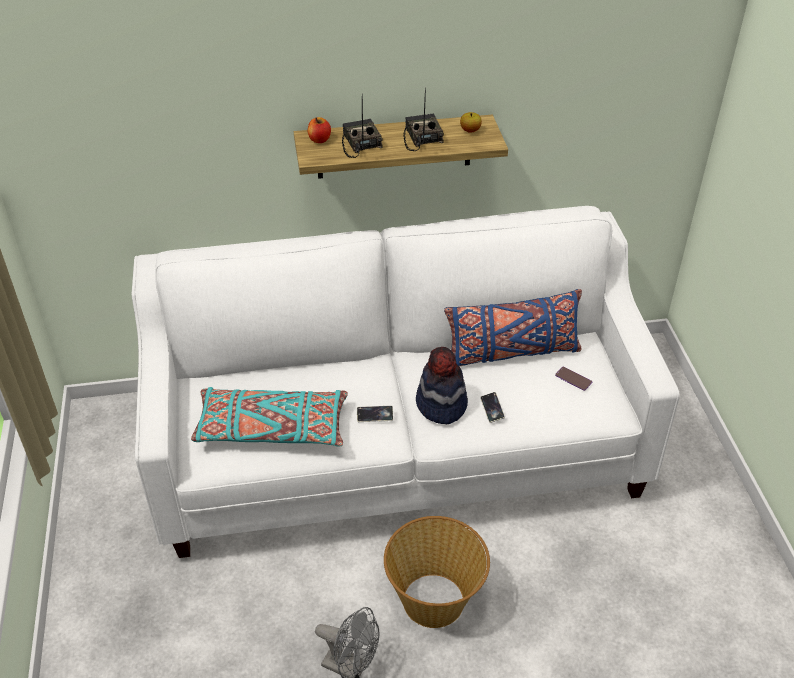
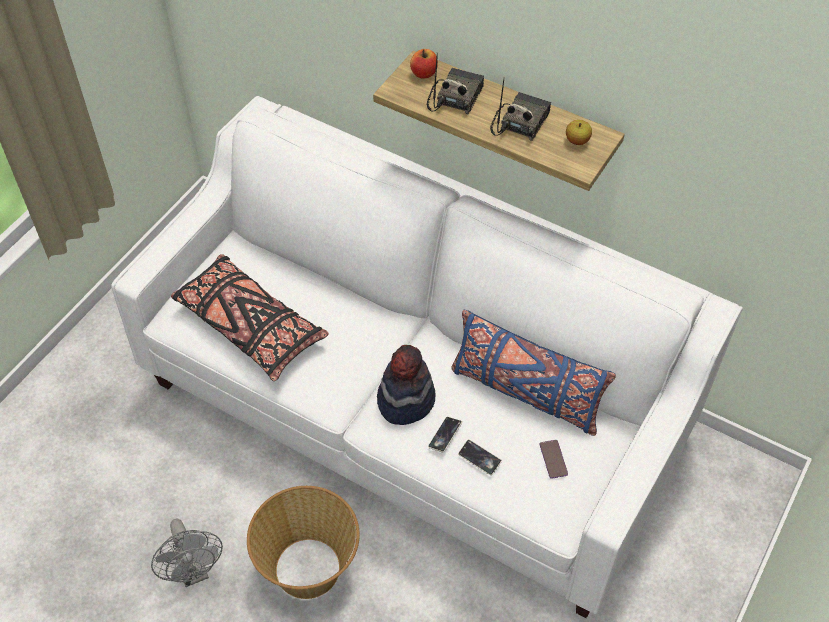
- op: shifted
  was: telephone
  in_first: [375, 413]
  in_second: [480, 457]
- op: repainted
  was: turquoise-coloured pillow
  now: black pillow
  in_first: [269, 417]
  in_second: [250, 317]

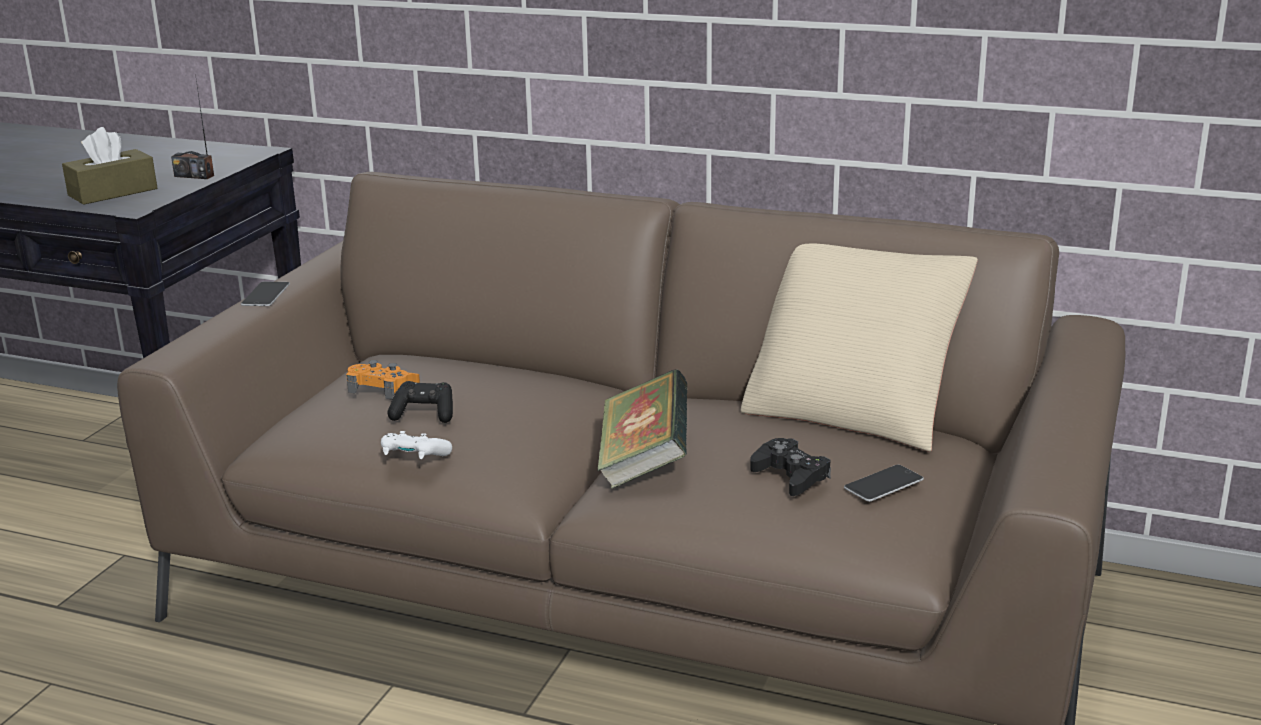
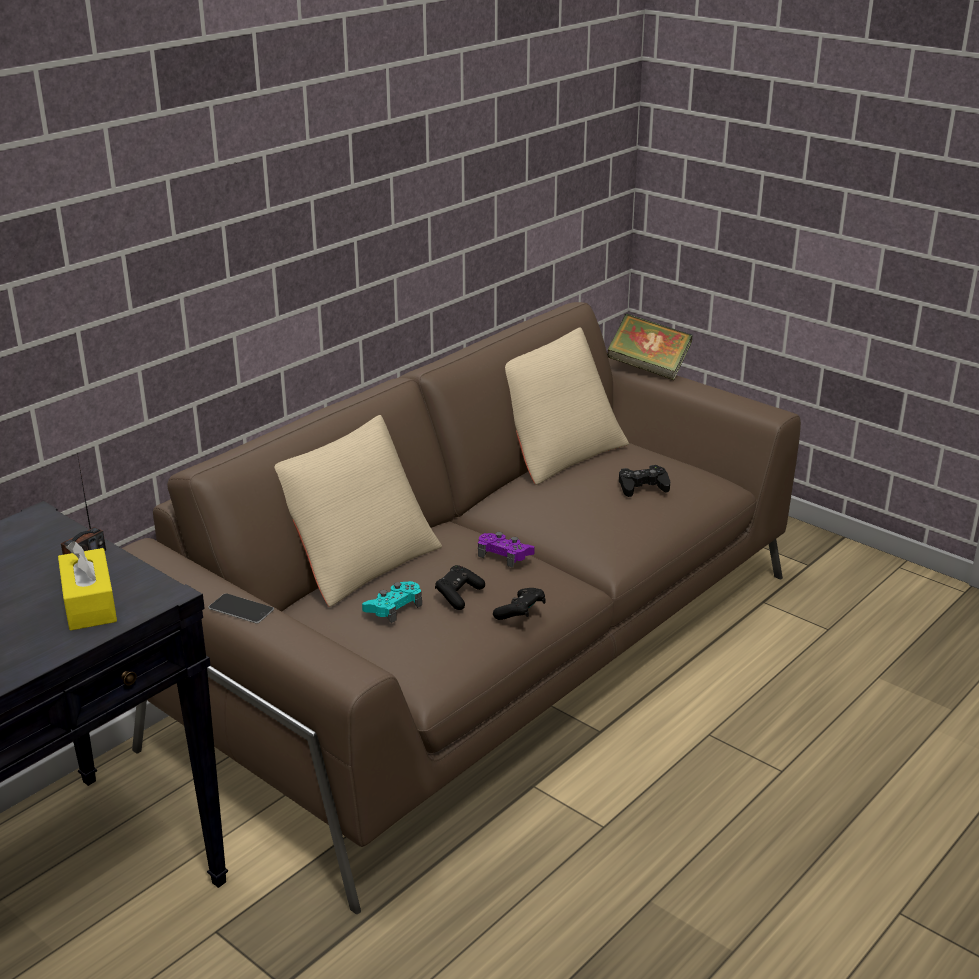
- op: gone
  was: telephone
  in_first: [884, 483]
- op: new
  now: beige pillow
  in_second: [358, 511]
- op: new
  now: purple gamepad
  in_second: [506, 550]
- op: shifted
  was: volume
  in_first: [642, 429]
  in_second: [649, 347]
- op: repainted
  was: brownish box of tissues
  now: yellow box of tissues
  in_first: [109, 166]
  in_second: [87, 586]
- op: repainted
  was: orange gamepad
  now: turquoise-coloured gamepad
  in_first: [383, 380]
  in_second: [392, 602]
- op: repainted
  was: whitish gamepad
  now: black gamepad
  in_first: [416, 445]
  in_second: [519, 604]

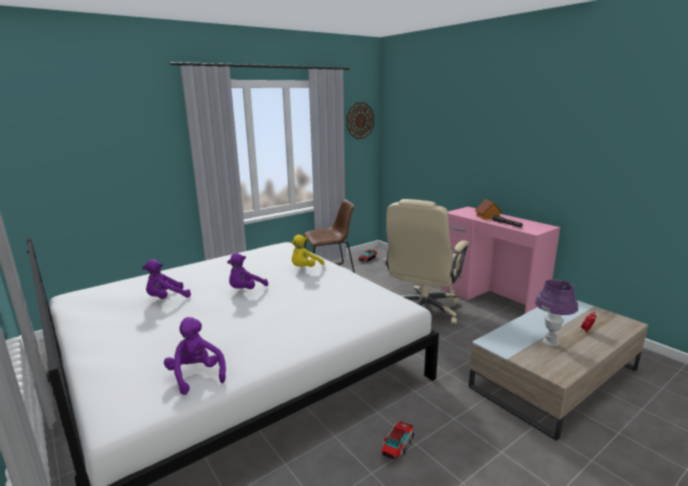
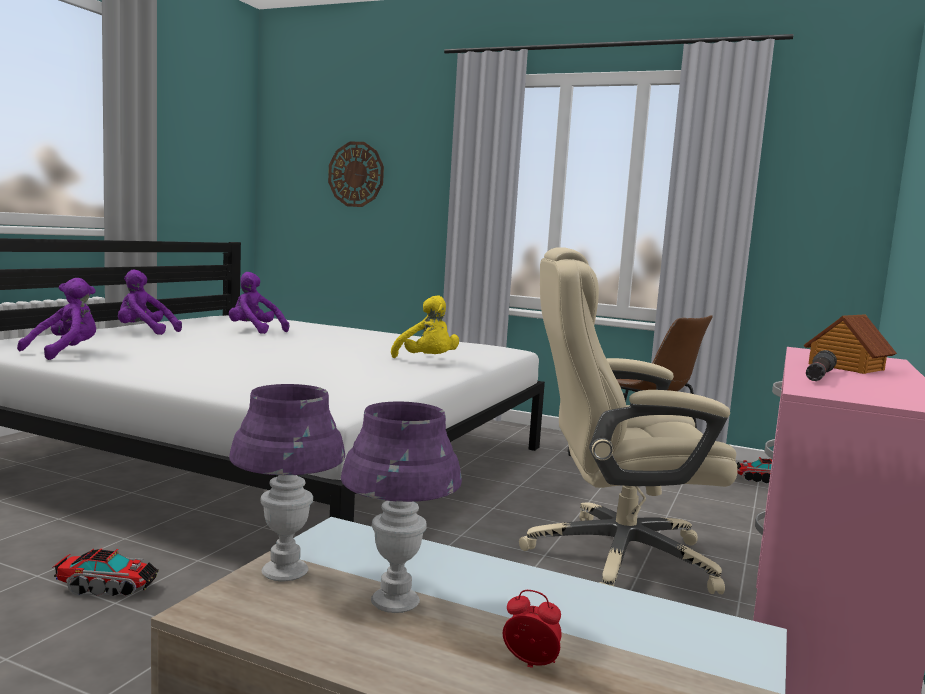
- op: new
  now: purple table lamp
  in_second: [287, 483]
- op: shifted
  was: purple soft toy
  in_first: [247, 271]
  in_second: [150, 302]
- op: shifted
  was: wall clock
  in_first: [360, 120]
  in_second: [356, 174]
- op: rotated
  was: yellow soft toy
  in_first: [308, 251]
  in_second: [425, 326]
  clockwise: -135

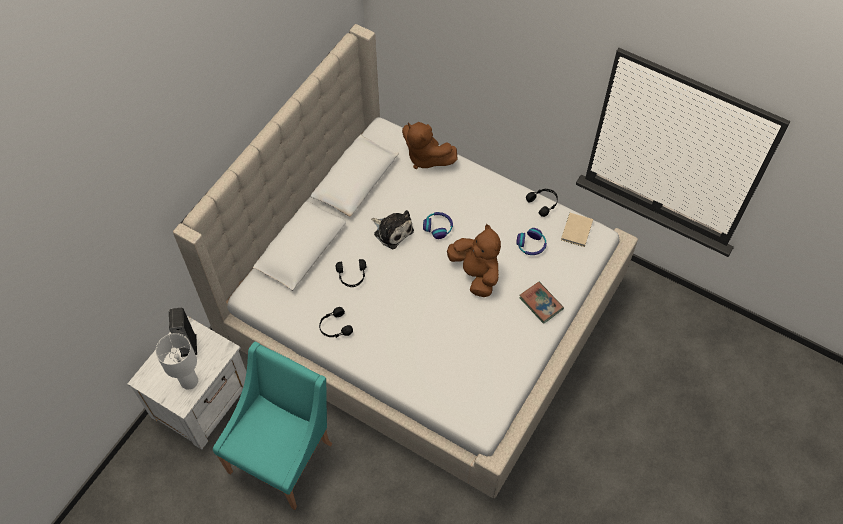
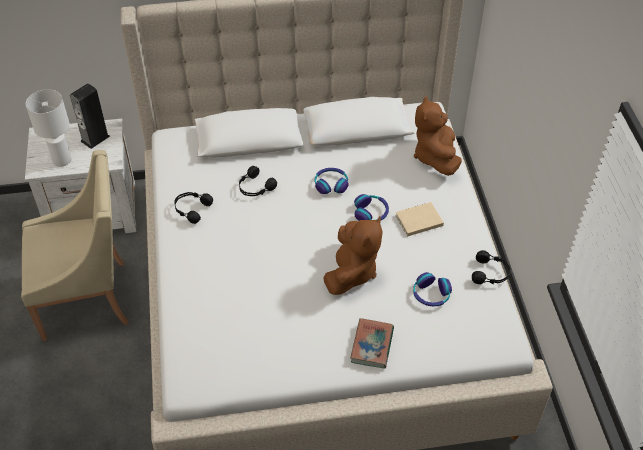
- op: shifted
  was: beige volume
  in_first: [577, 230]
  in_second: [419, 219]
- op: swapped
  was: soft toy
  now: headset
  in_first: [392, 229]
  in_second: [332, 181]
- op: repainted
  was: turquoise-coloured armchair
  now: beige armchair
  in_first: [273, 426]
  in_second: [75, 245]

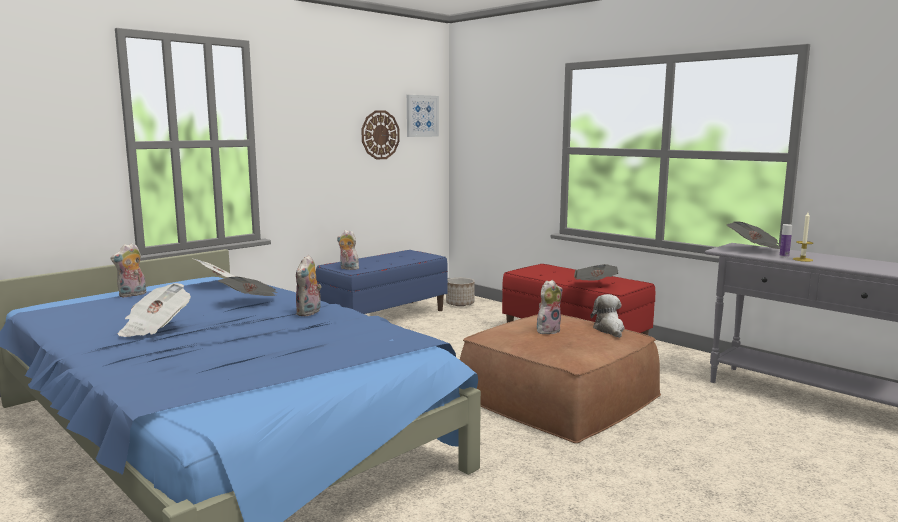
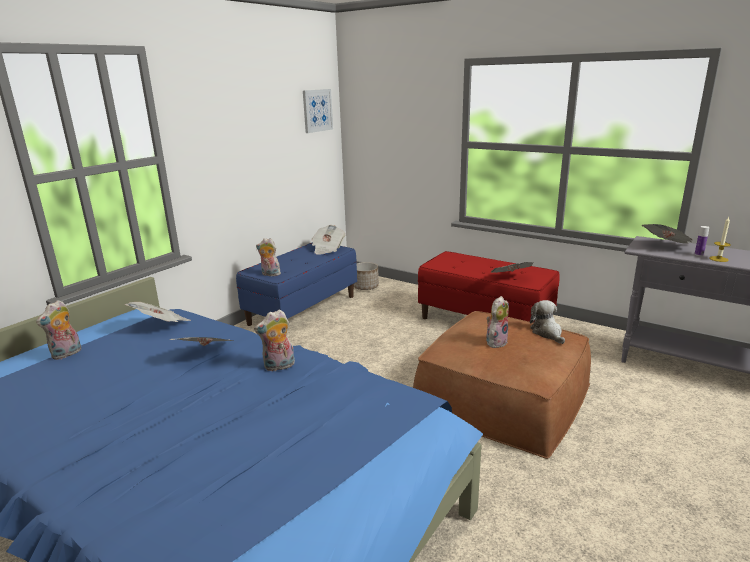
- op: gone
  was: wall clock
  in_first: [380, 135]
- op: shifted
  was: printed paper
  in_first: [154, 310]
  in_second: [328, 240]
- op: rotated
  was: soft toy
  in_first: [309, 285]
  in_second: [274, 340]
  clockwise: 60

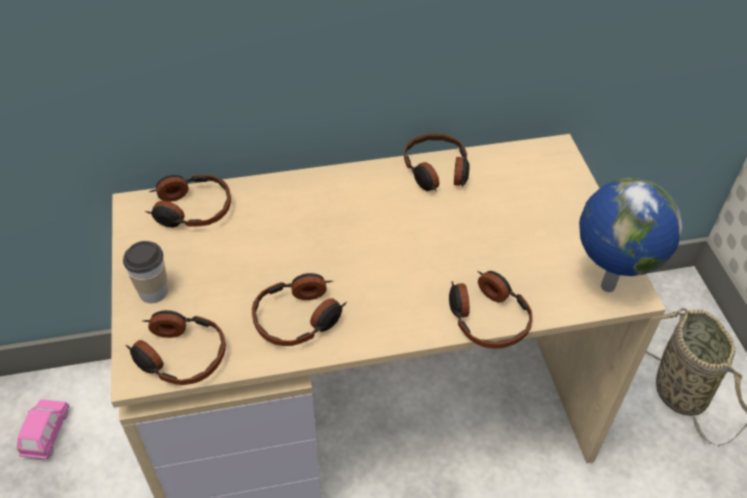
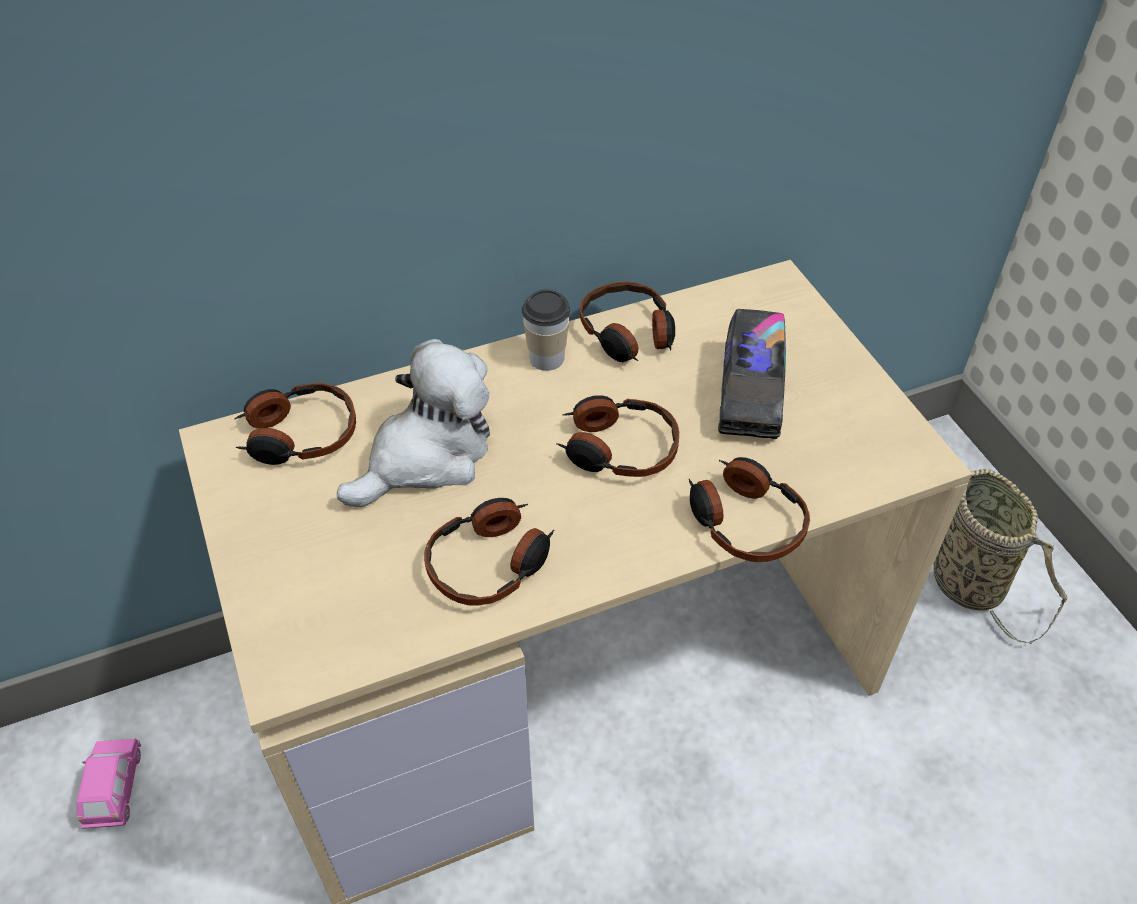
- op: gone
  was: world globe
  in_first: [630, 235]
- op: new
  now: soft toy
  in_second: [413, 423]
- op: new
  now: toy lorry
  in_second: [752, 374]
- op: shifted
  was: drinking cup
  in_first: [145, 272]
  in_second: [546, 330]
- op: shifted
  was: headset
  in_first: [176, 347]
  in_second: [617, 436]

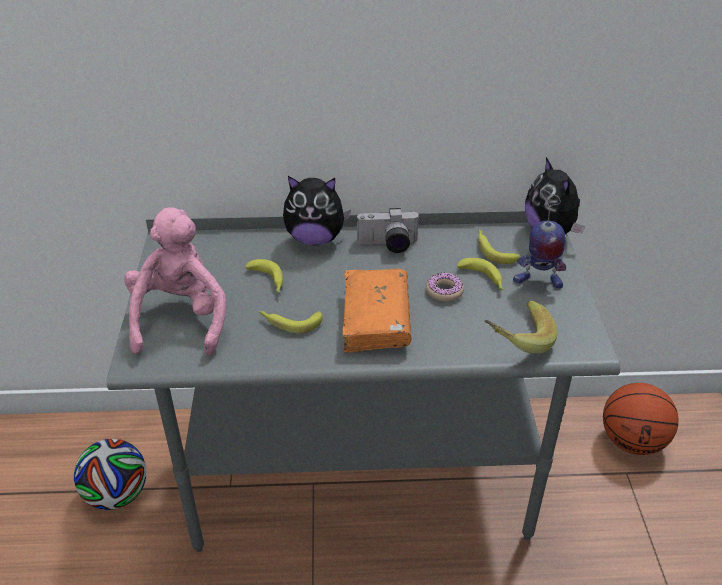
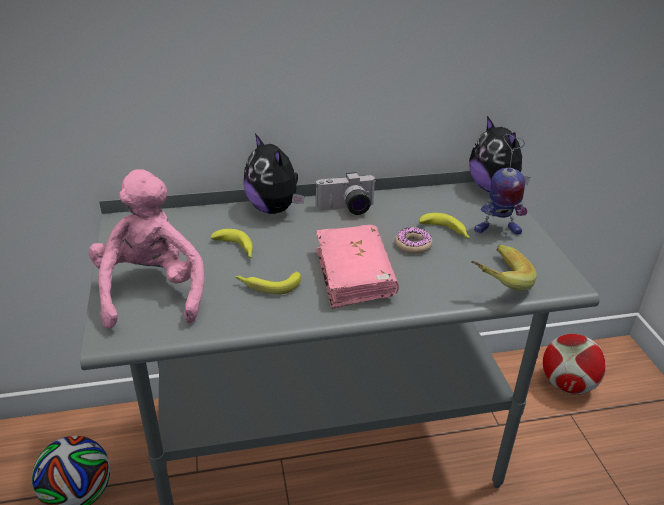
- op: gone
  was: whole banana
  in_first: [499, 246]
- op: swapped
  was: ball for basketball
  now: football ball
  in_first: [640, 419]
  in_second: [574, 364]
- op: repainted
  was: orange volume
  now: pinkish volume
  in_first: [376, 311]
  in_second: [357, 267]
- op: rotated
  was: soft toy
  in_first: [317, 210]
  in_second: [274, 173]
  clockwise: 60

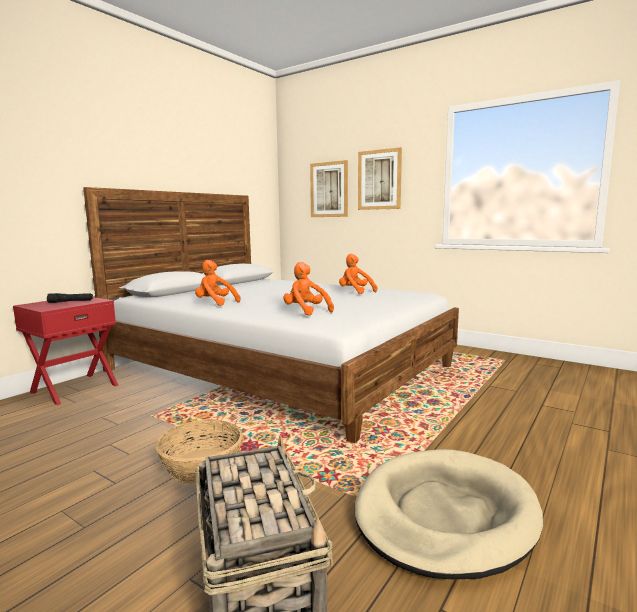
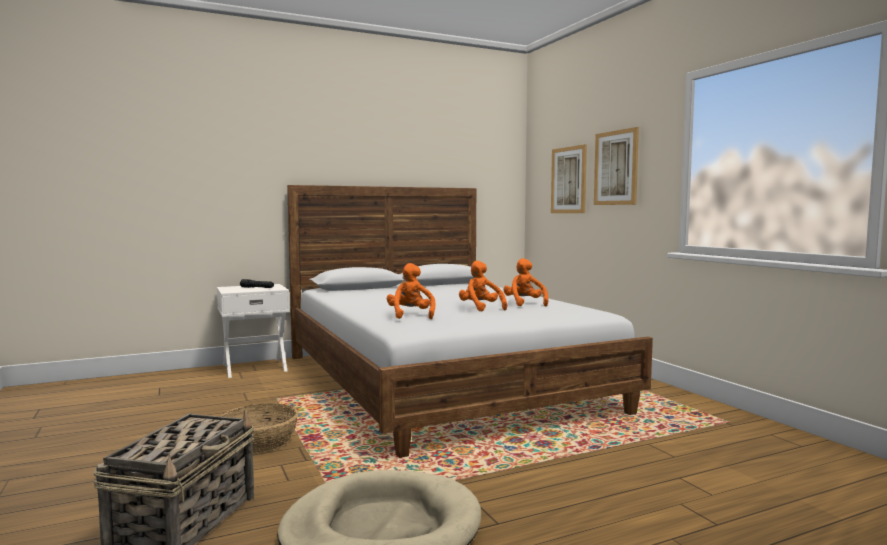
- op: shifted
  was: orange soft toy
  in_first: [217, 283]
  in_second: [483, 286]
- op: repainted
  was: reddish nightstand
  now: whitish nightstand
  in_first: [65, 351]
  in_second: [253, 331]

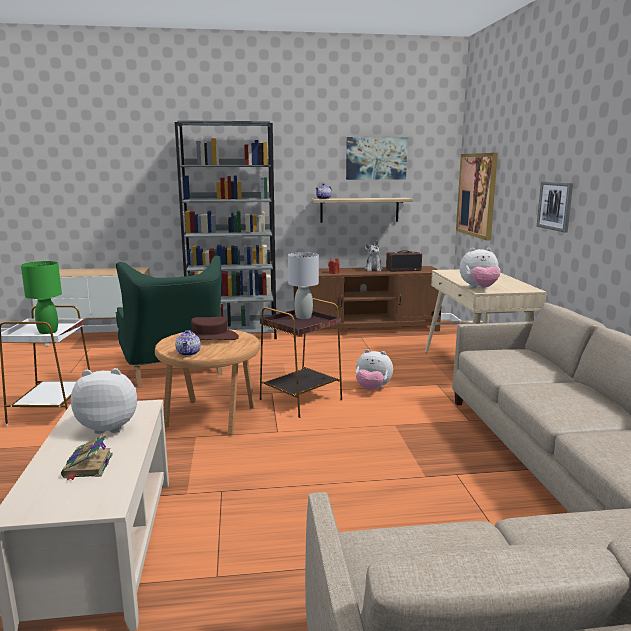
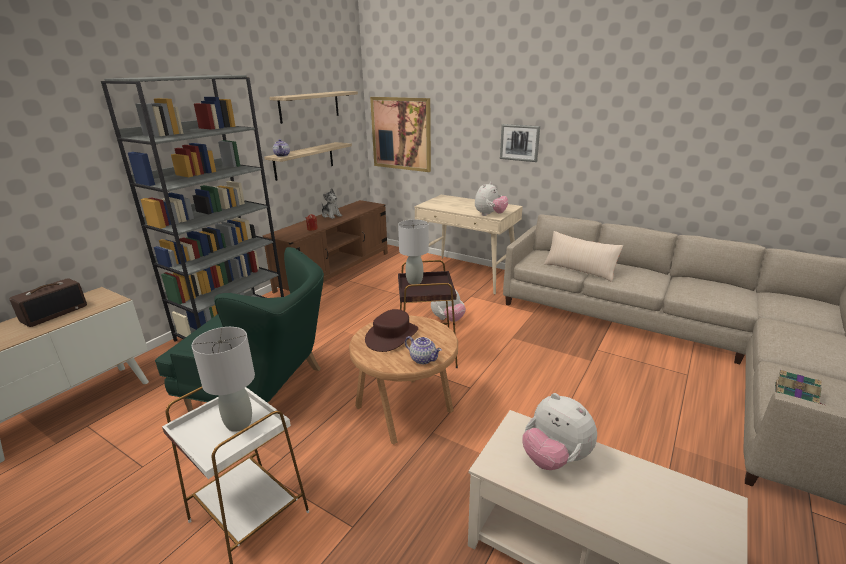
- op: new
  now: beige pillow
  in_second: [583, 256]
- op: shifted
  was: volume
  in_first: [87, 457]
  in_second: [799, 387]
- op: shifted
  was: radio
  in_first: [404, 261]
  in_second: [48, 302]
- op: swapped
  was: picture
  now: wall shelf
  in_first: [377, 158]
  in_second: [313, 107]
- op: repainted
  was: green-coloured table lamp
  now: grey table lamp
  in_first: [41, 297]
  in_second: [223, 379]
- op: rotated
  was: soft toy
  in_first: [104, 401]
  in_second: [560, 431]
  clockwise: -75

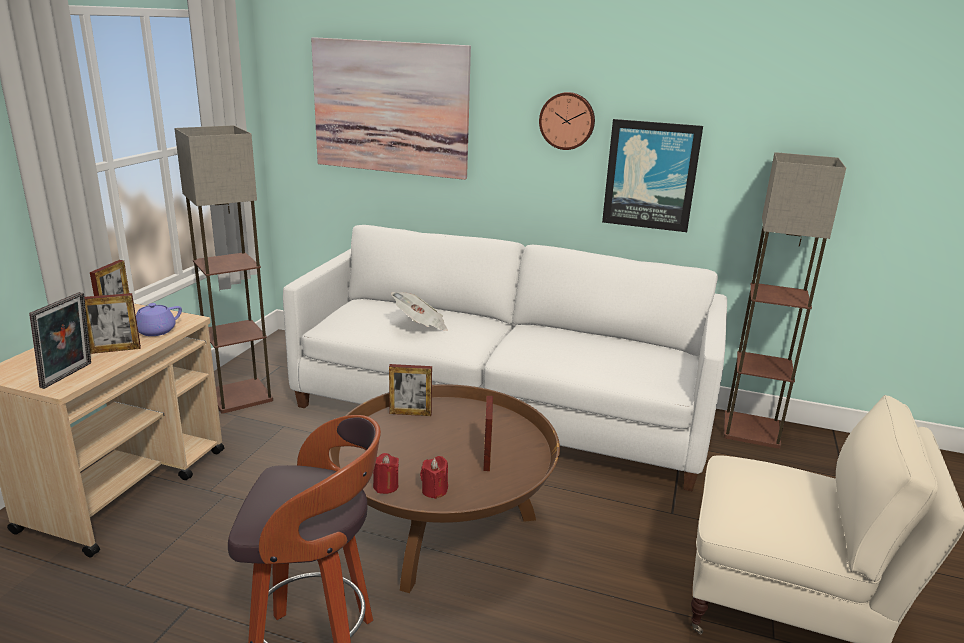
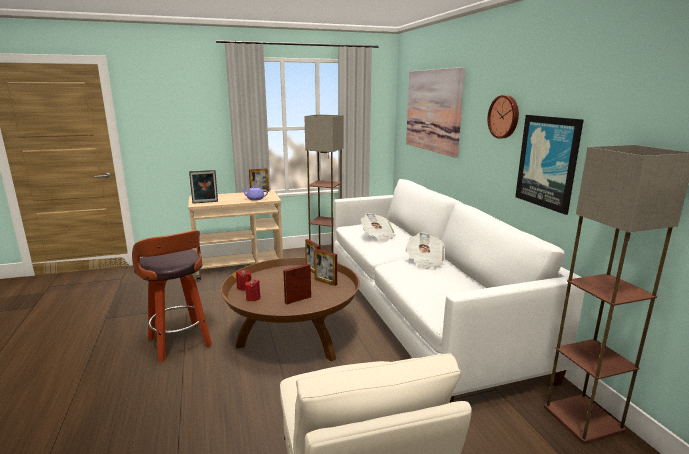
- op: new
  now: printed paper
  in_second: [425, 250]
- op: shifted
  was: photo frame
  in_first: [113, 323]
  in_second: [325, 267]

